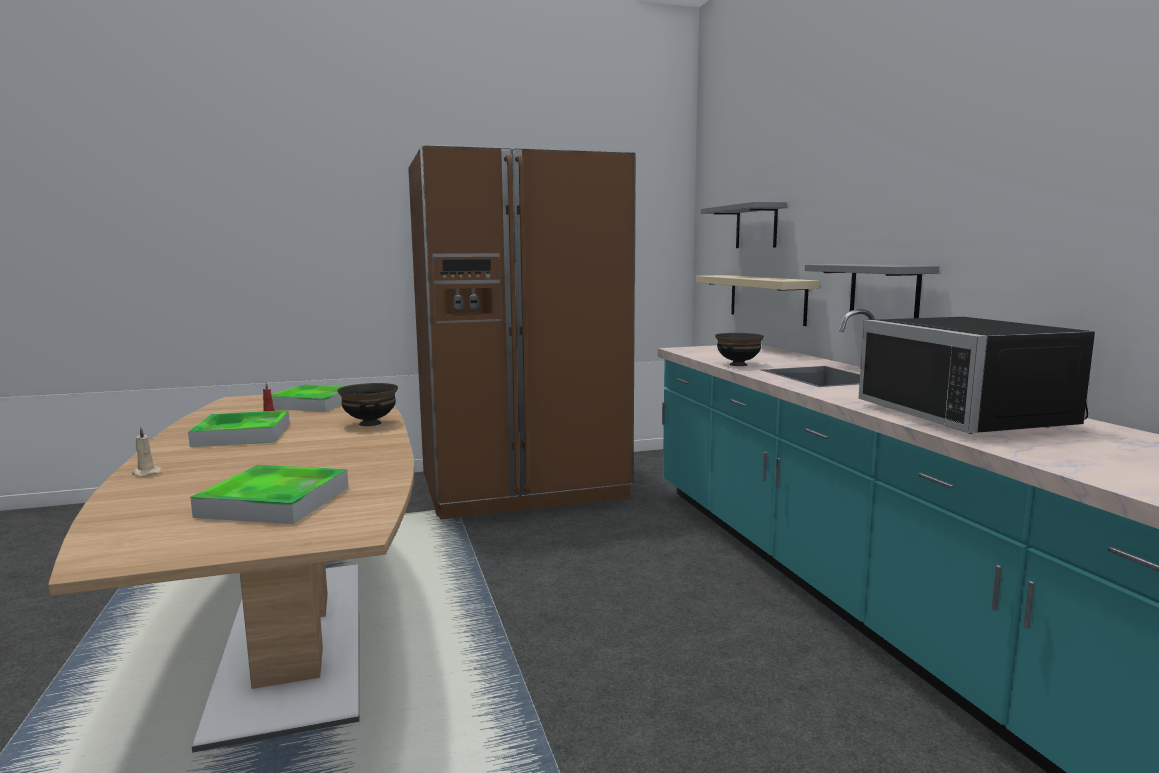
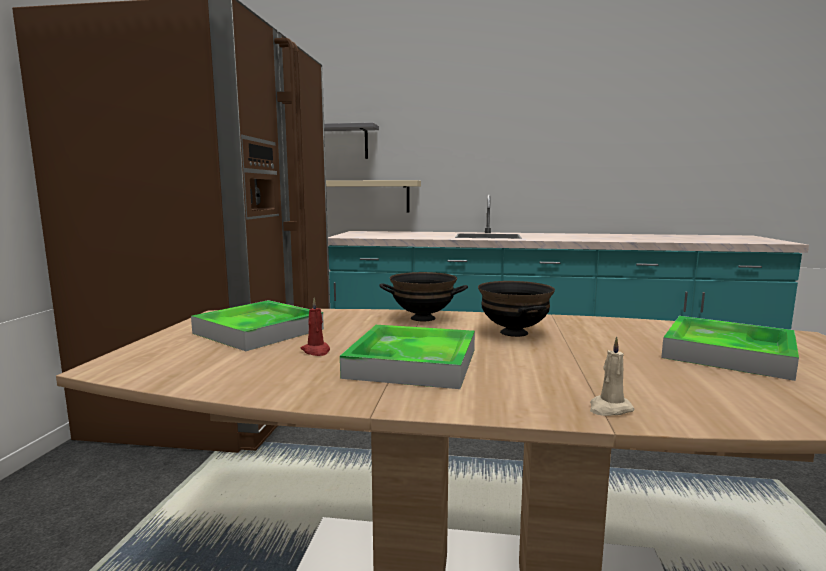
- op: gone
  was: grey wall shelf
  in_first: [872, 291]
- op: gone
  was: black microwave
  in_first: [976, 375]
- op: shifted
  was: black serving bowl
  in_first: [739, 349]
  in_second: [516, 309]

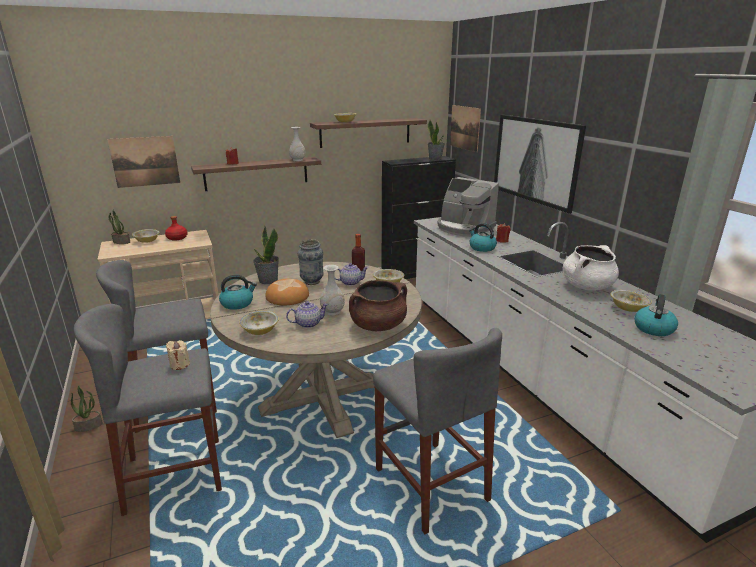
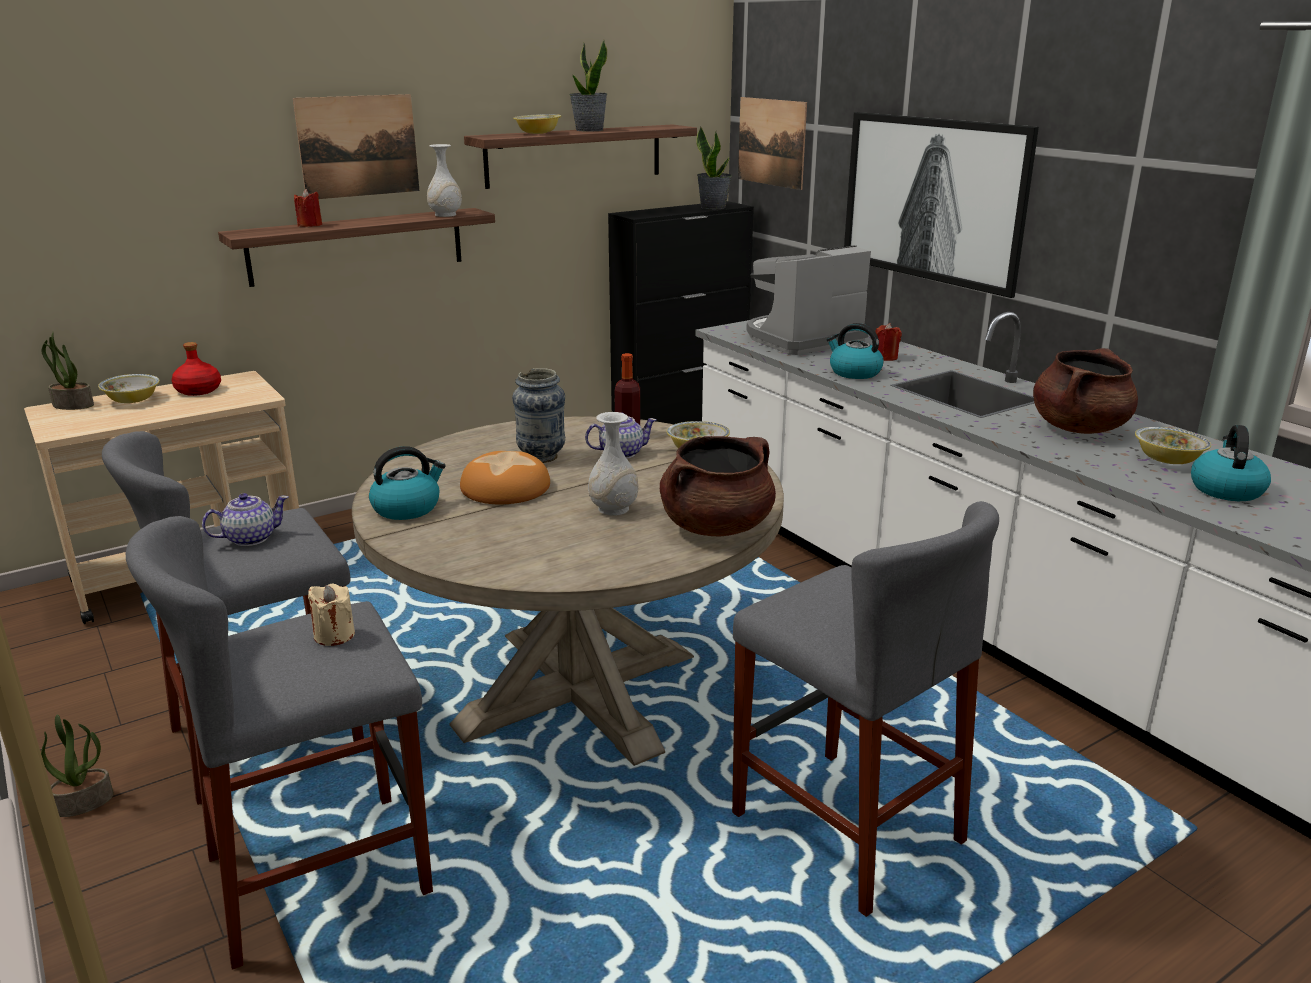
- op: gone
  was: serving bowl
  in_first: [259, 322]
- op: shifted
  was: picture
  in_first: [143, 162]
  in_second: [356, 146]
- op: shifted
  was: plant in a pot
  in_first: [266, 255]
  in_second: [588, 86]
- op: shifted
  was: pot for tea
  in_first: [307, 314]
  in_second: [245, 519]
- op: repainted
  was: whitish cooking pot
  now: brownish cooking pot
  in_first: [591, 267]
  in_second: [1085, 391]
- op: rotated
  was: coffee maker
  in_first: [468, 207]
  in_second: [808, 300]
  clockwise: 120

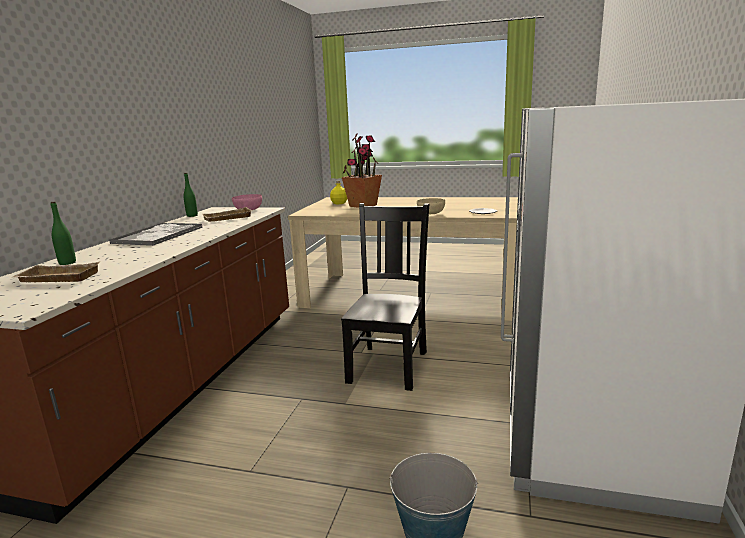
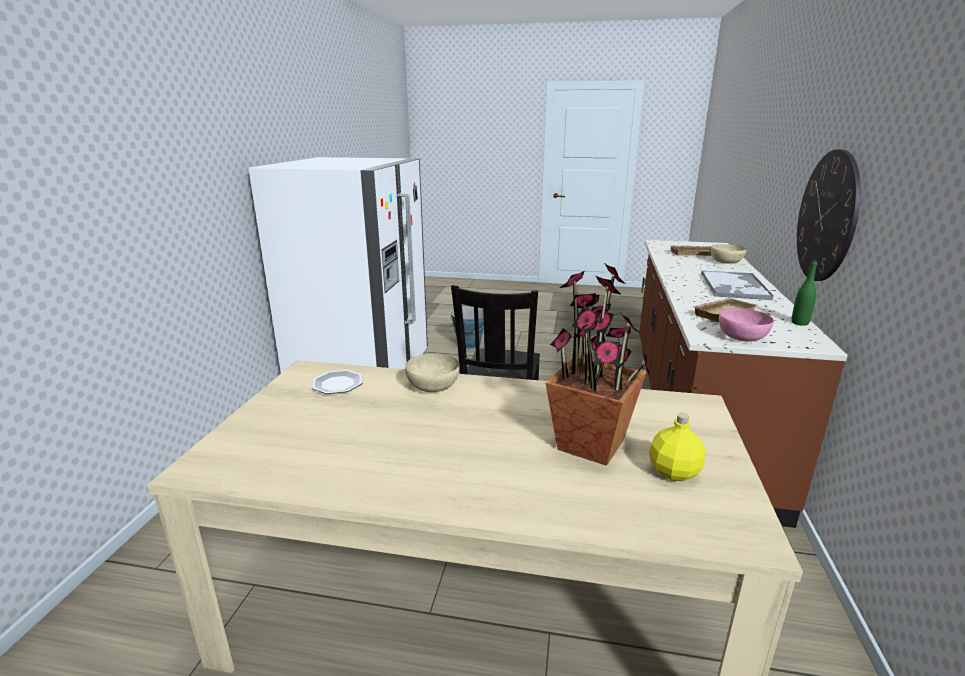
- op: new
  now: wall clock
  in_second: [829, 215]
- op: swapped
  was: green-coloured drink bottle
  now: beige serving bowl
  in_first: [63, 233]
  in_second: [728, 254]

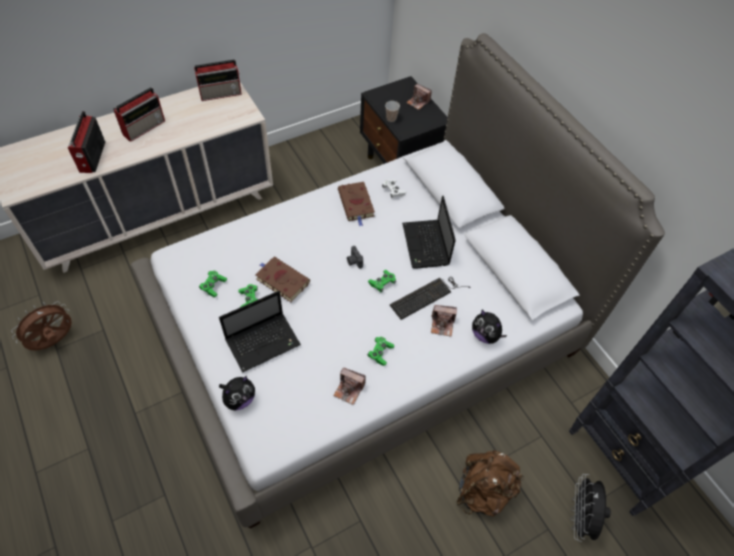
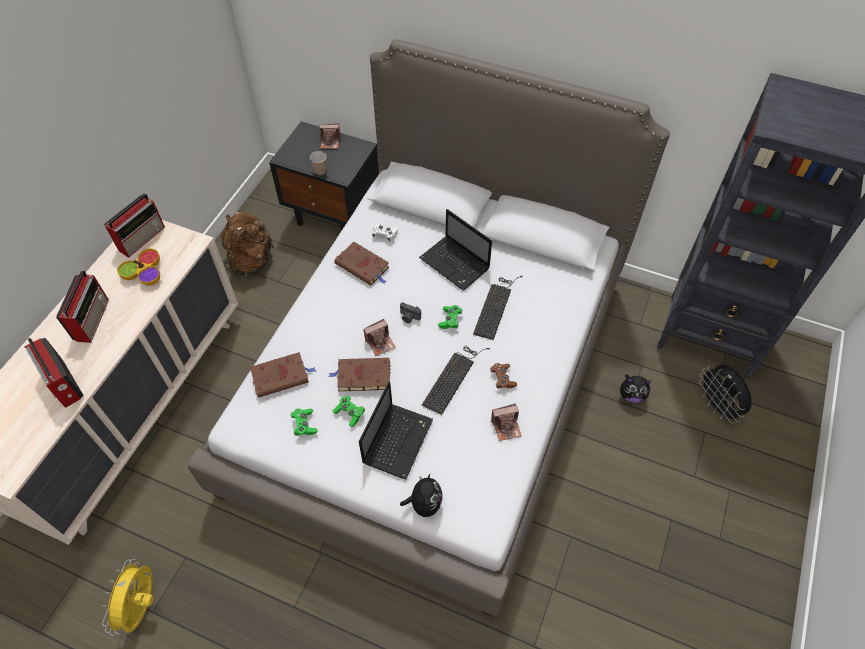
- op: new
  now: serving bowl
  in_second: [138, 267]
- op: new
  now: brownish volume
  in_second: [283, 375]
- op: new
  now: PC keyboard
  in_second: [456, 380]
- op: shifted
  was: photo camera
  in_first: [444, 321]
  in_second: [379, 337]
- op: shifted
  was: brownish backpack
  in_first: [491, 483]
  in_second: [247, 245]
- op: shifted
  was: soft toy
  in_first: [489, 327]
  in_second: [635, 388]
- op: repainted
  was: brownish cooling fan
  now: yellow cooling fan
  in_first: [41, 326]
  in_second: [127, 597]
- op: repainted
  was: green-coloured gamepad
  now: brownish gamepad
  in_first: [380, 351]
  in_second: [503, 376]

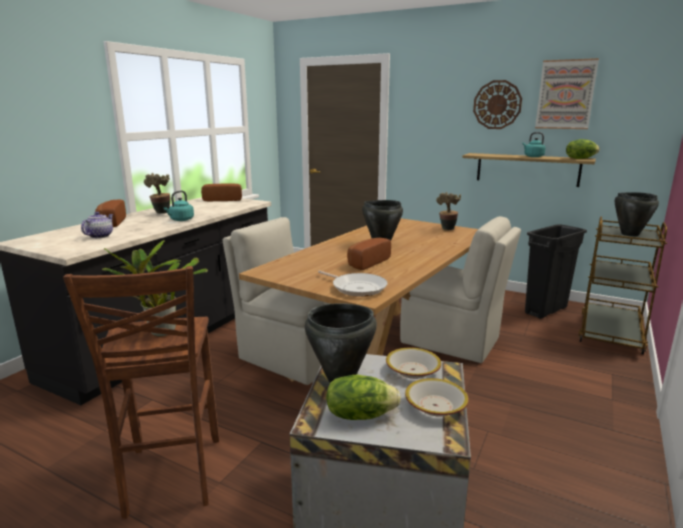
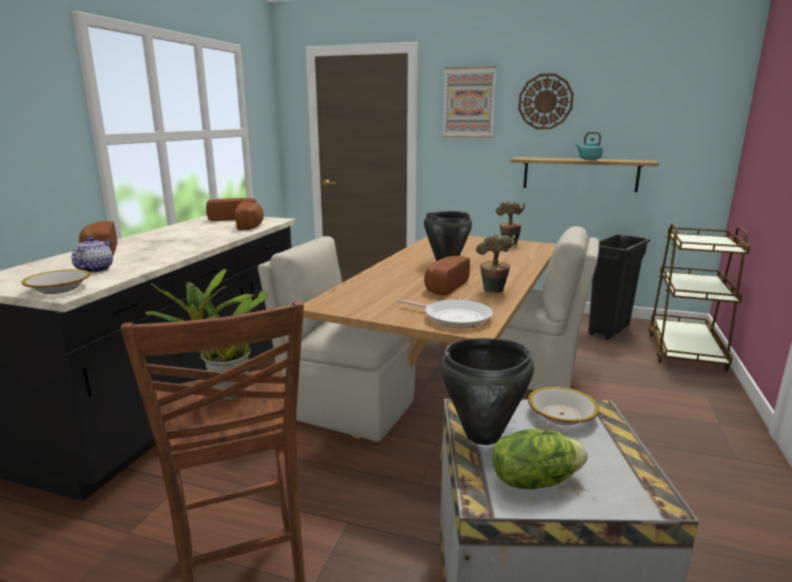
- op: gone
  was: turquoise-coloured water kettle
  in_first: [178, 205]
- op: gone
  was: lettuce
  in_first: [583, 149]
- op: gone
  was: black cooking pot
  in_first: [637, 214]
- op: new
  now: bakery bread
  in_second: [249, 216]
- op: shifted
  was: plant in a pot
  in_first: [157, 193]
  in_second: [495, 263]
- op: shifted
  was: serving bowl
  in_first: [437, 397]
  in_second: [56, 281]
- op: shifted
  was: picture
  in_first: [567, 93]
  in_second: [469, 102]

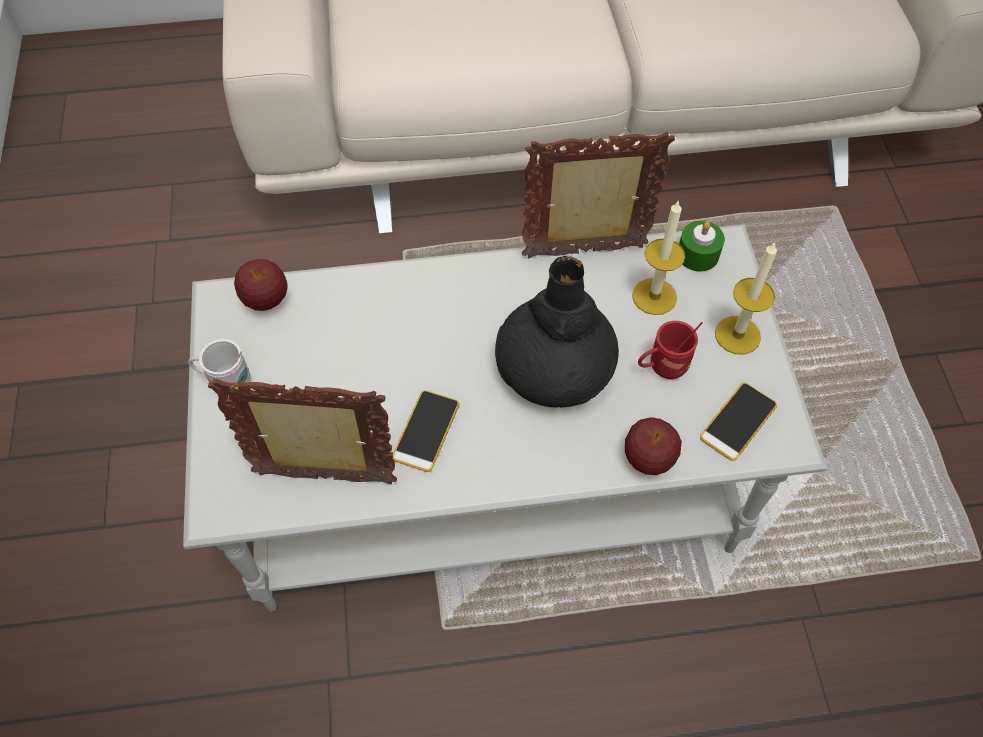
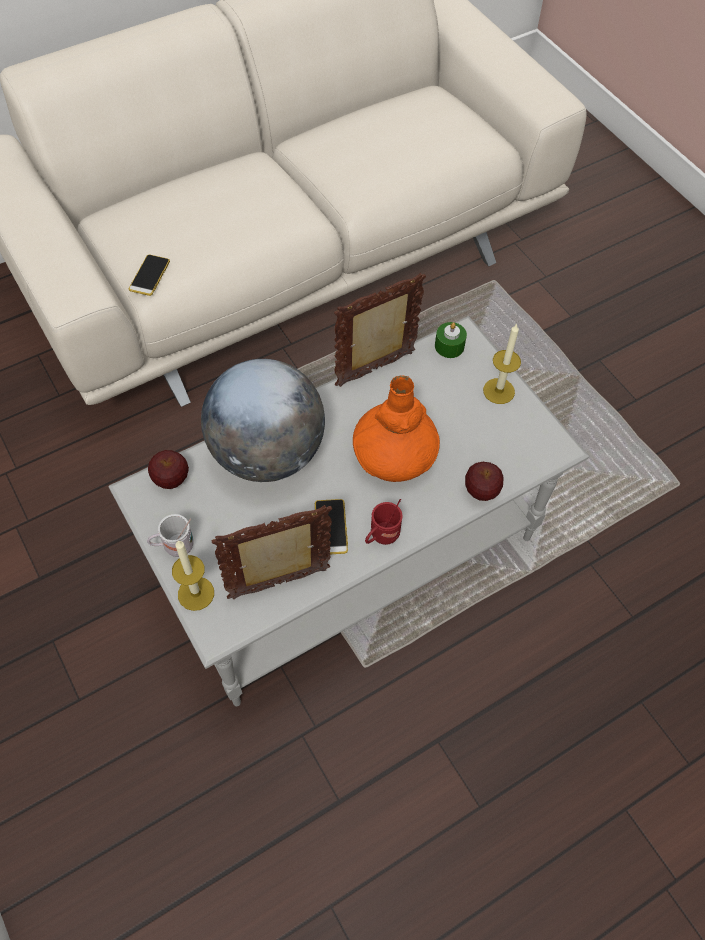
- op: new
  now: world globe
  in_second: [263, 420]
- op: shifted
  was: wax candle
  in_first: [658, 257]
  in_second: [193, 575]
- op: shifted
  was: reddish mug
  in_first: [670, 350]
  in_second: [384, 522]
- op: shifted
  was: telephone
  in_first: [738, 422]
  in_second: [149, 275]
- op: repainted
  was: black decorative vase
  now: orange decorative vase
  in_first: [557, 332]
  in_second: [396, 428]

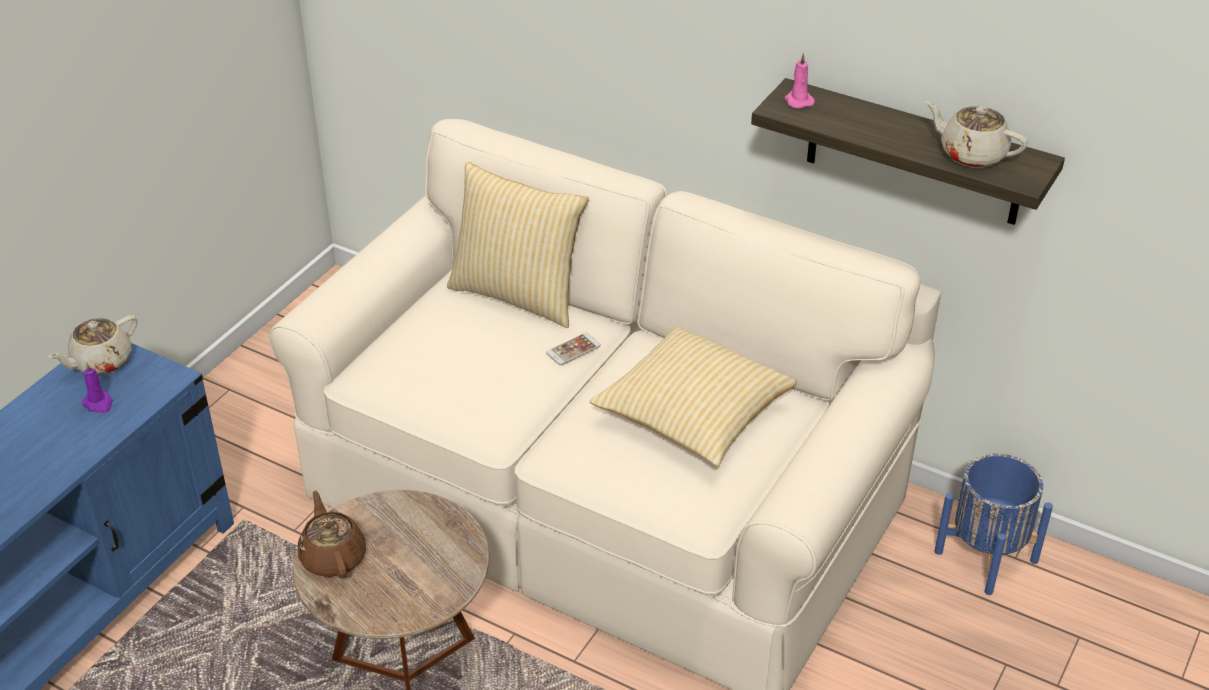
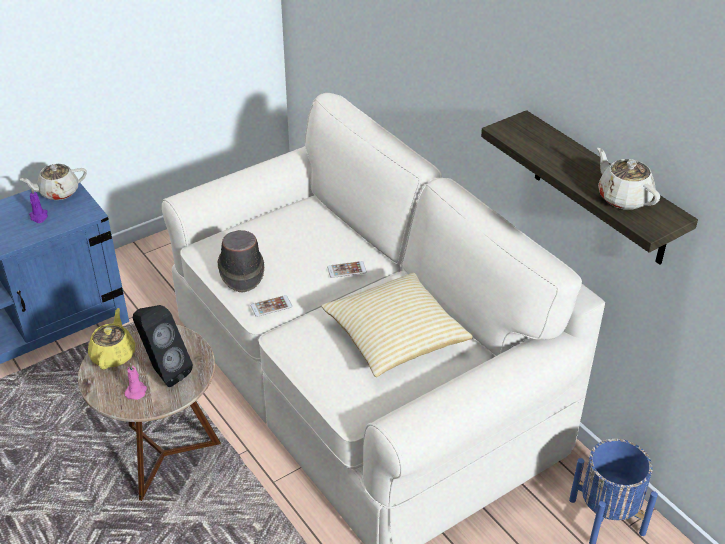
- op: gone
  was: pillow
  in_first: [518, 245]
- op: new
  now: black loudspeaker
  in_second: [163, 346]
- op: new
  now: brownish wearable hat
  in_second: [241, 261]
- op: new
  now: telephone
  in_second: [271, 306]
- op: shifted
  was: pinkish wax candle
  in_first: [800, 80]
  in_second: [135, 381]
- op: repainted
  was: brownish pot for tea
  now: yellow pot for tea
  in_first: [332, 534]
  in_second: [111, 339]

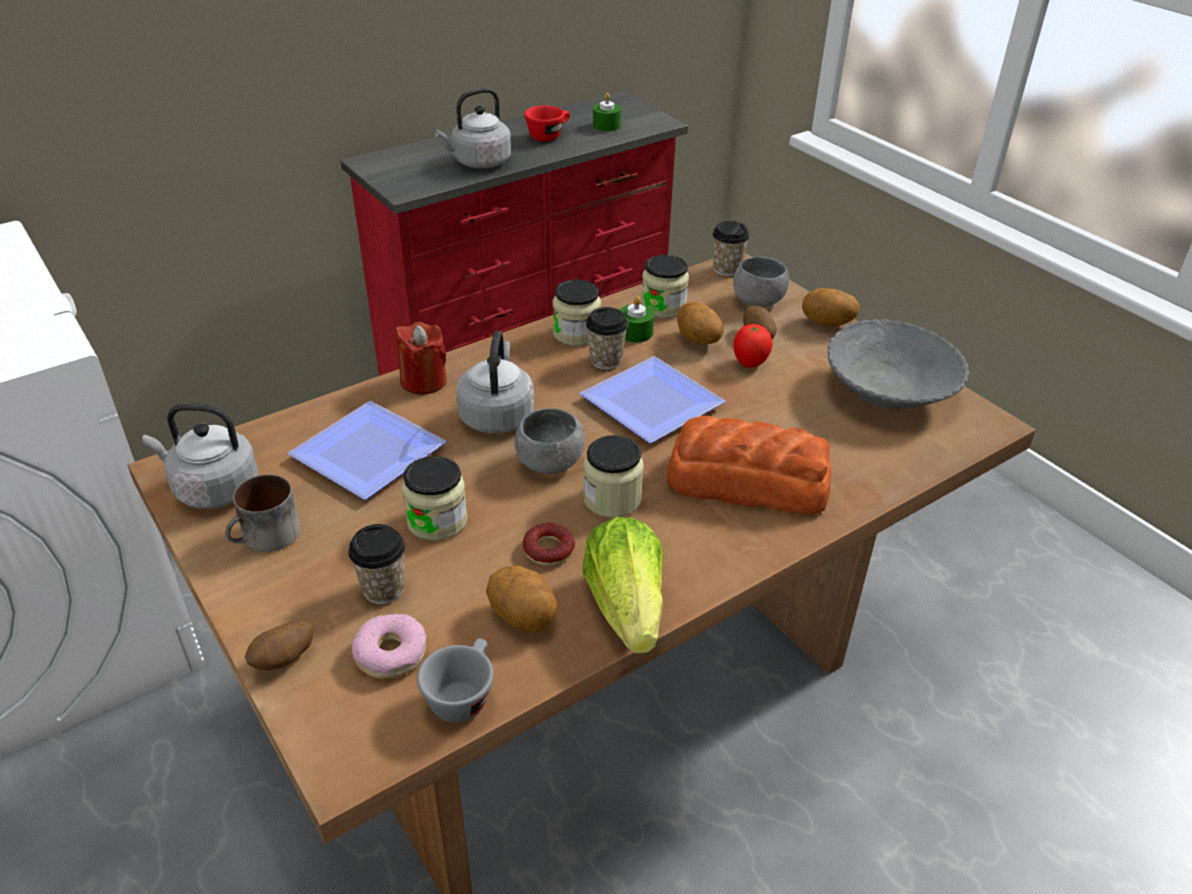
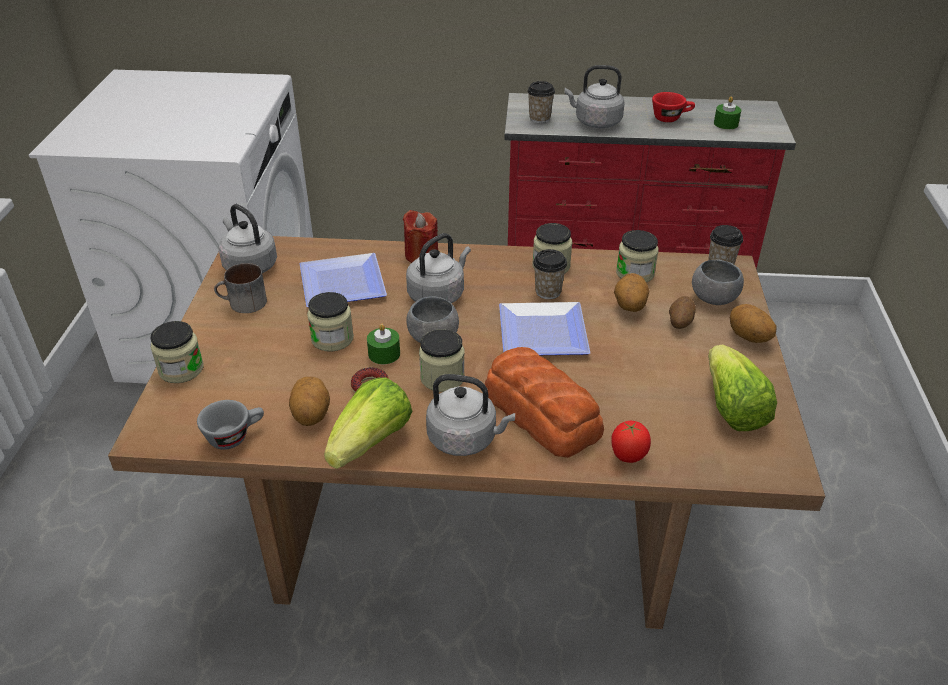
- op: gone
  was: donut
  in_first: [389, 646]
- op: new
  now: grey water kettle
  in_second: [470, 415]
- op: shifted
  was: drinking cup
  in_first: [376, 564]
  in_second: [541, 102]
- op: shifted
  was: green-coloured wax candle
  in_first: [637, 319]
  in_second: [383, 344]
- op: shifted
  was: fresh tomato
  in_first: [753, 346]
  in_second: [631, 442]
- op: swapped
  was: spud
  now: jar
  in_first: [279, 645]
  in_second: [176, 352]
- op: swapped
  was: grey serving bowl
  now: lettuce
  in_first: [898, 364]
  in_second: [742, 388]

